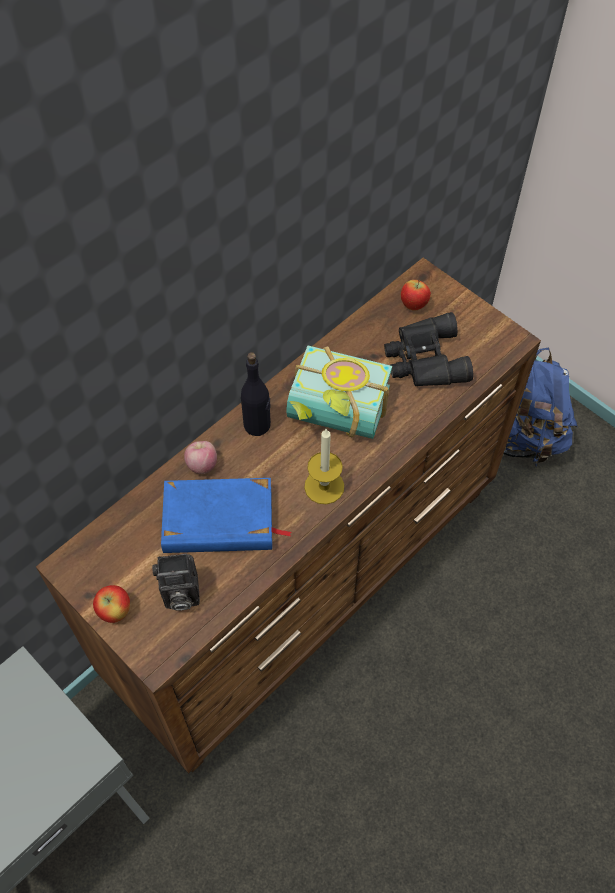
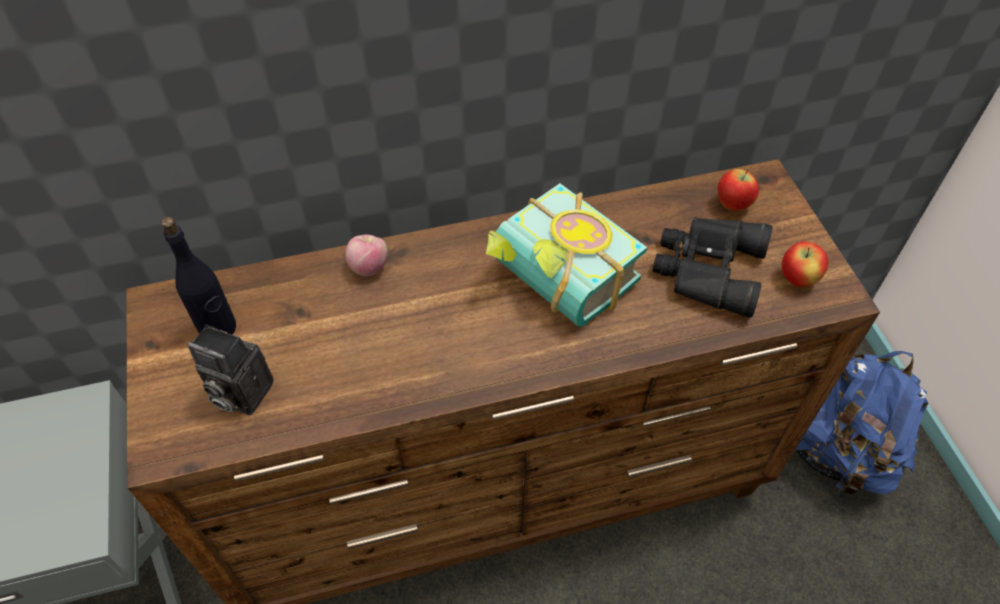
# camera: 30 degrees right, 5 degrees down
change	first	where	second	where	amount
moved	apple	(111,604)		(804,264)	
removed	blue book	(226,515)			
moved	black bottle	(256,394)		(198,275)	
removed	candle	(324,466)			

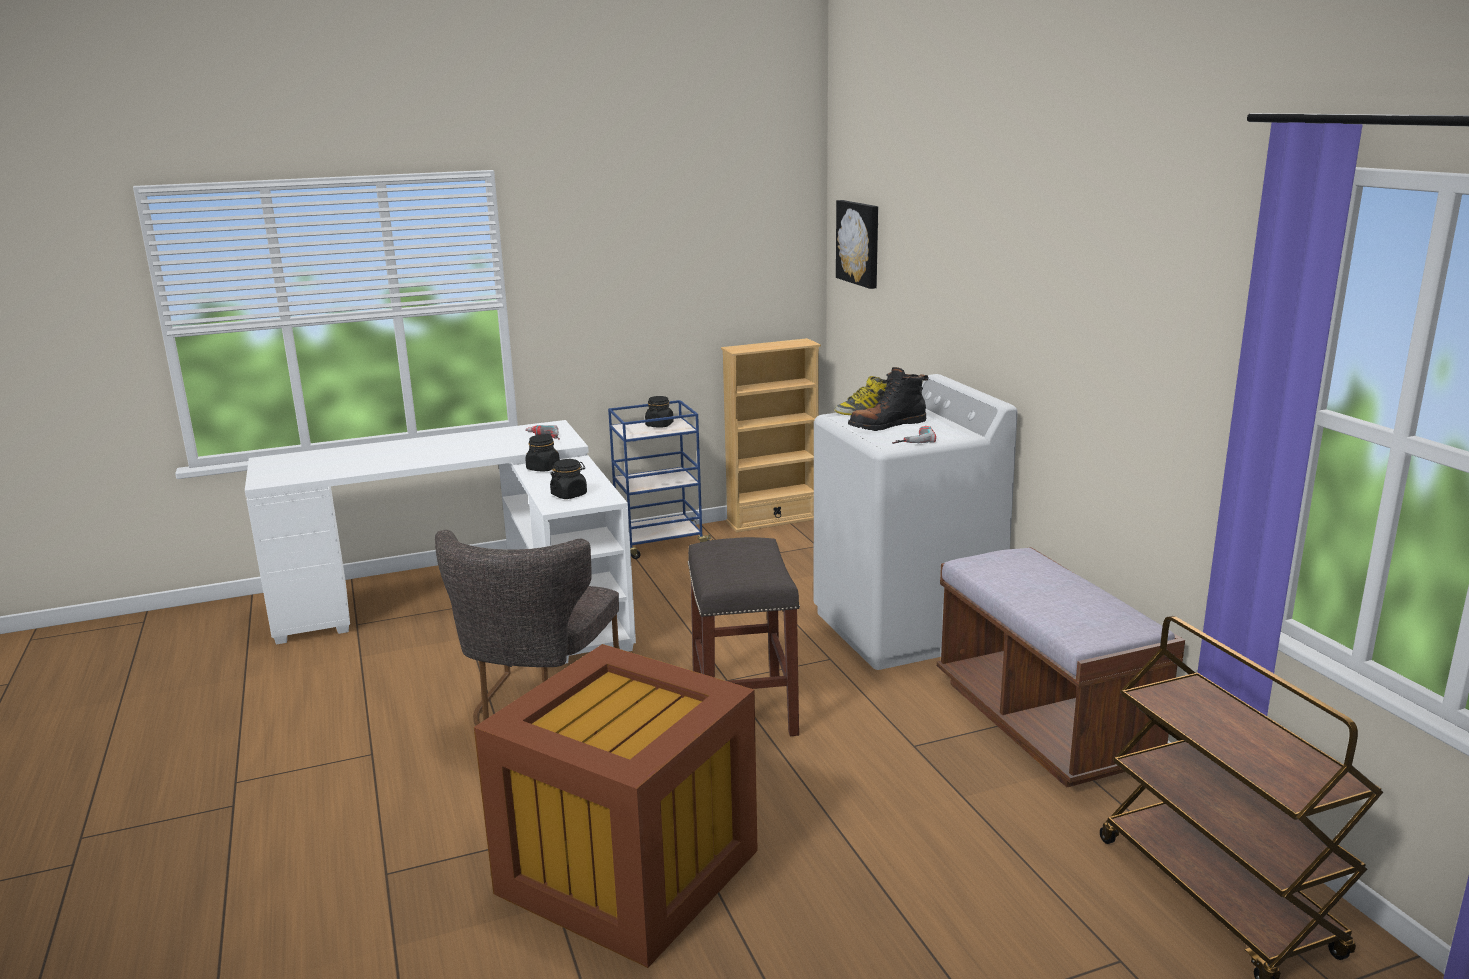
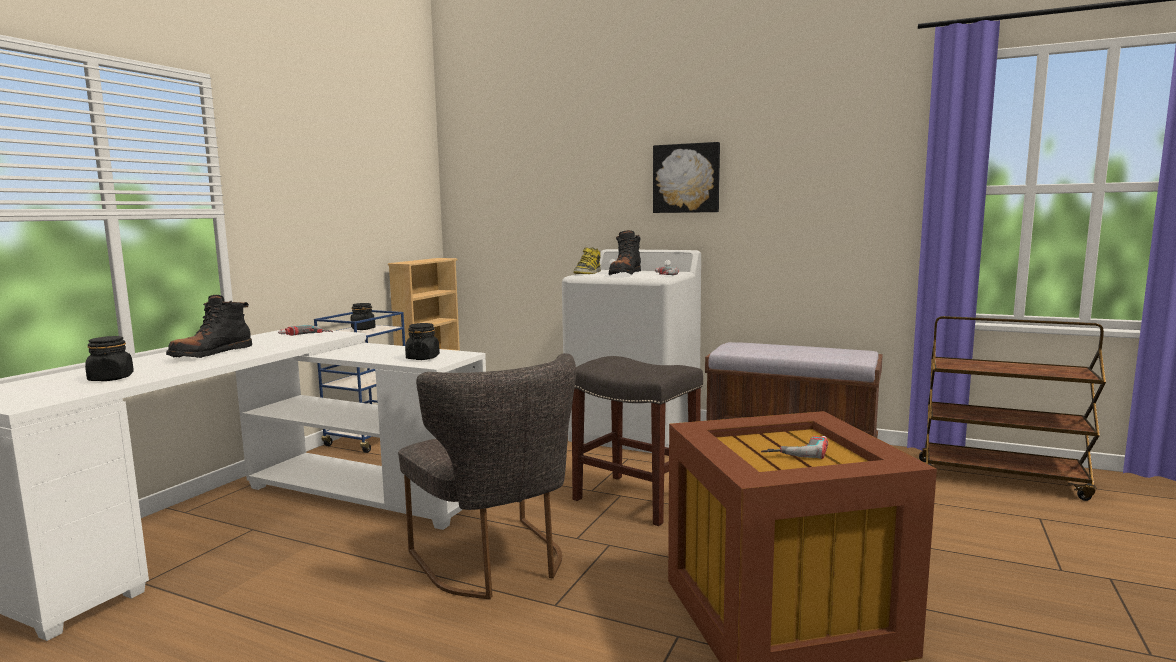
# camera: 45 degrees left, 10 degrees down
change	first	where	second	where	amount
moved	black jar	(542,452)		(109,358)	
moved	picture	(857,244)		(686,177)	
added			black boot	(209,326)	
added			power drill	(794,447)	

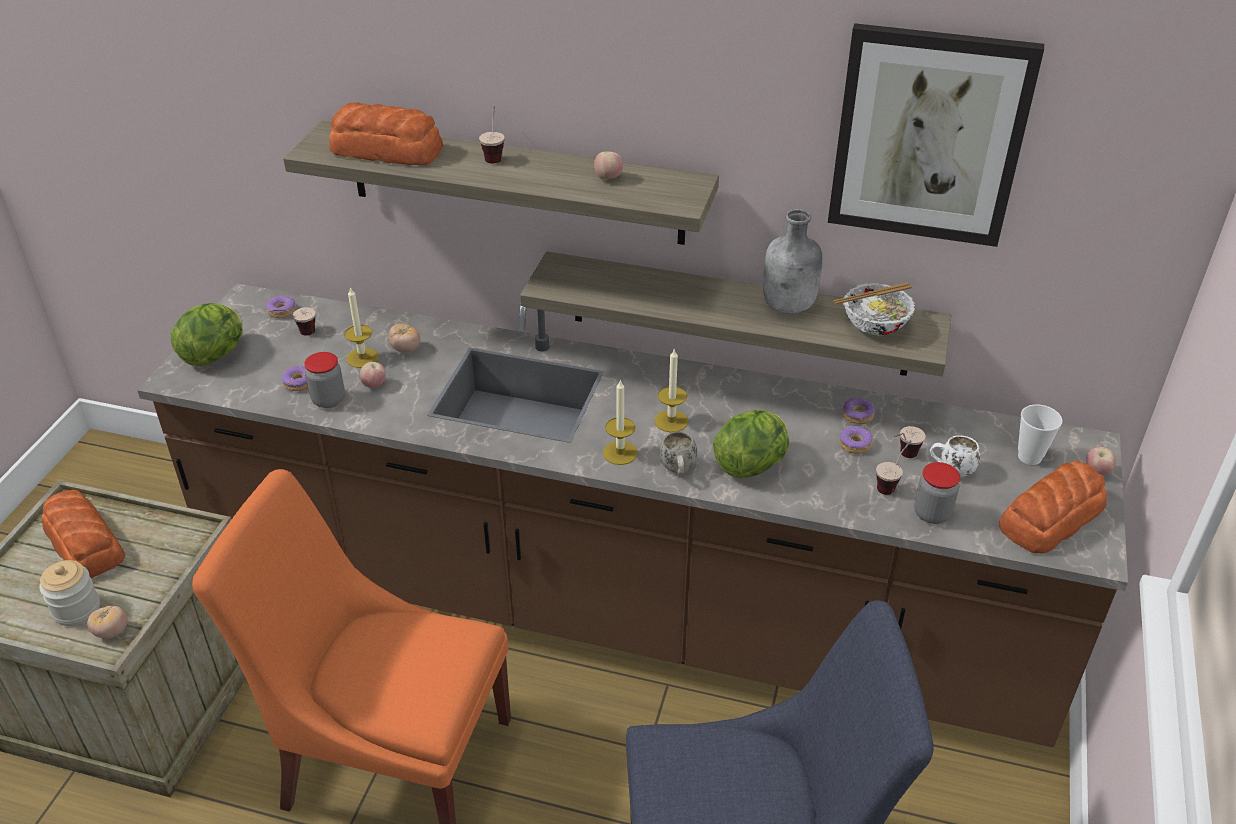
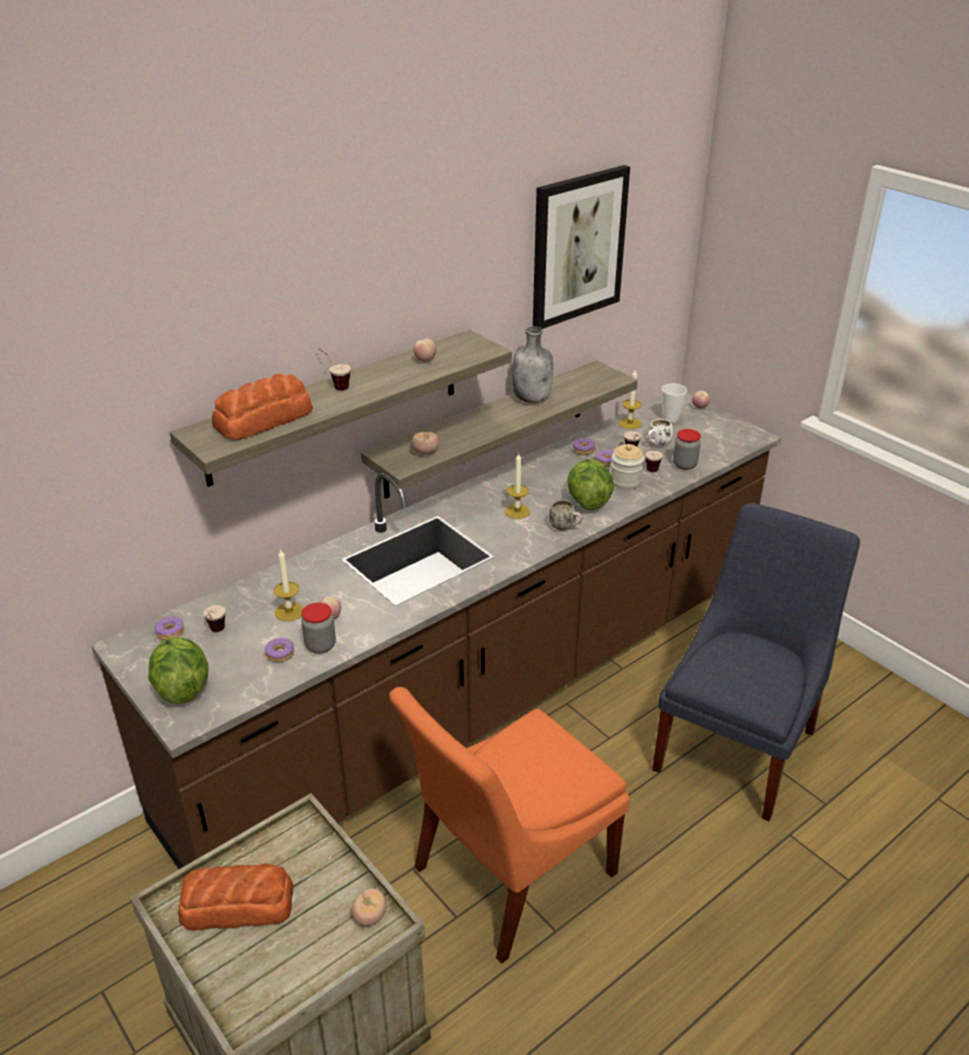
# camera: 55 degrees left, 5 degrees down
change	first	where	second	where	amount
moved	jar	(69,593)		(627,467)	
moved	tomato	(404,338)		(425,443)	
moved	candle	(620,422)		(630,399)	
removed	bowl	(874,309)			
removed	bread	(1053,507)			

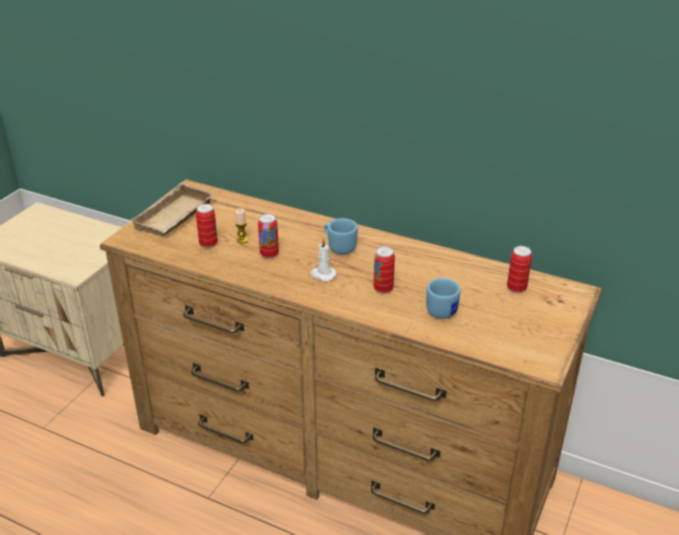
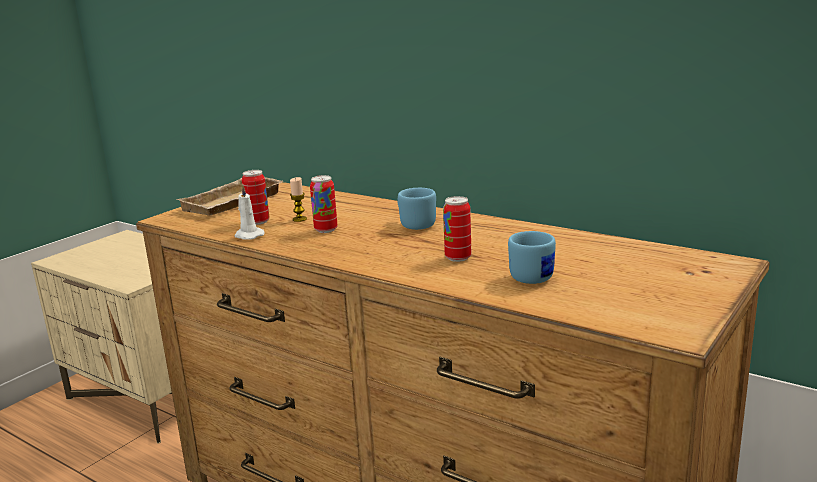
# camera: 10 degrees right, 15 degrees down
change	first	where	second	where	amount
moved	white candle	(324,259)		(249,212)	
removed	can	(519,269)			

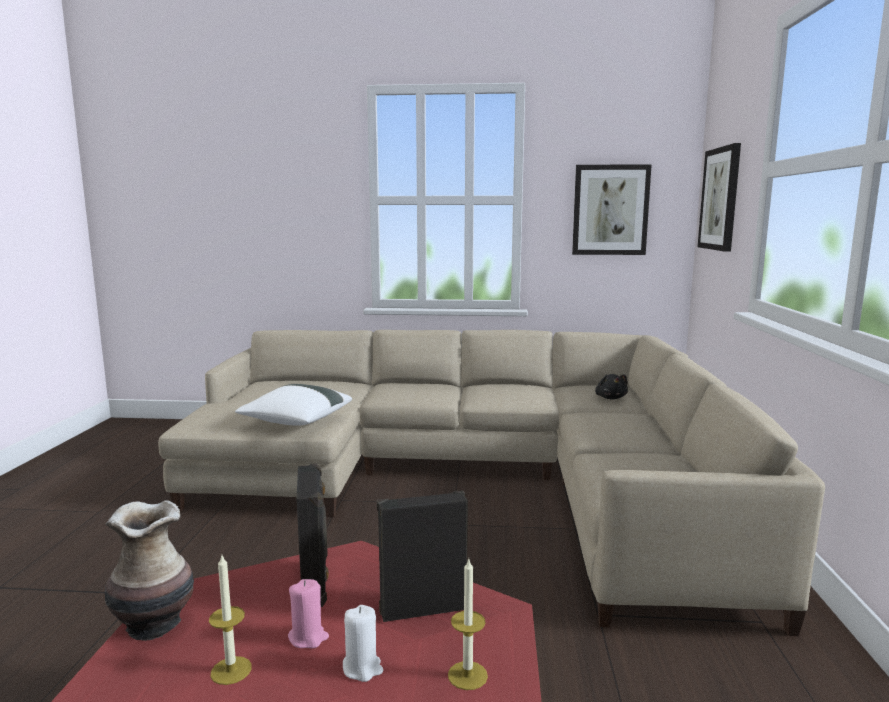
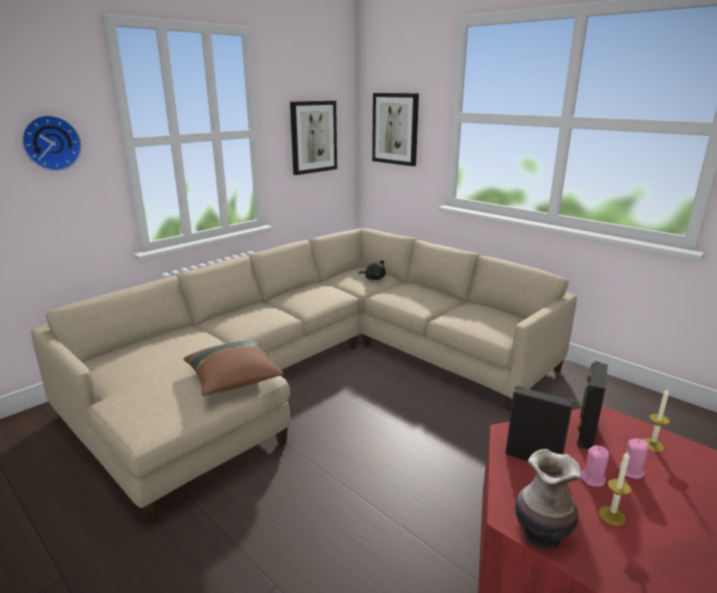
# camera: 50 degrees left, 10 degrees up
change	first	where	second	where	amount
recoloured	white pillow	(293,405)	brown pillow	(233,368)	
recoloured	white candle	(363,643)	pink candle	(633,458)	
added			wall clock	(52,143)	

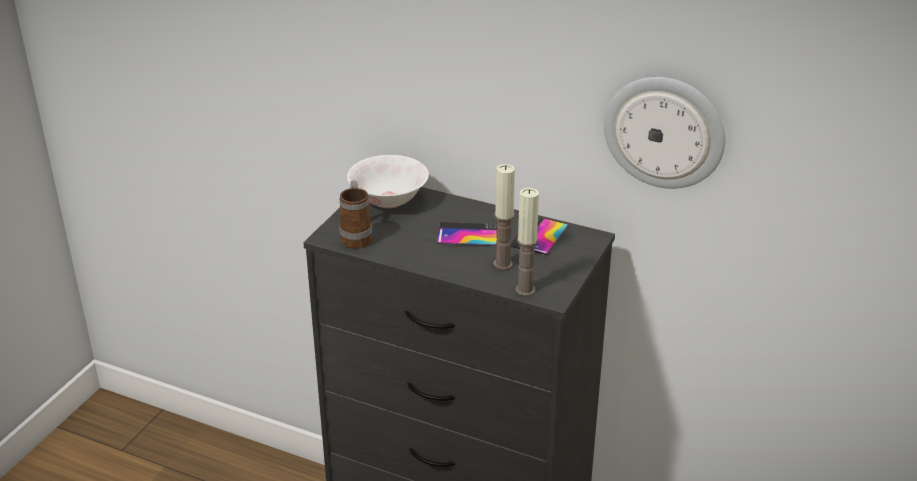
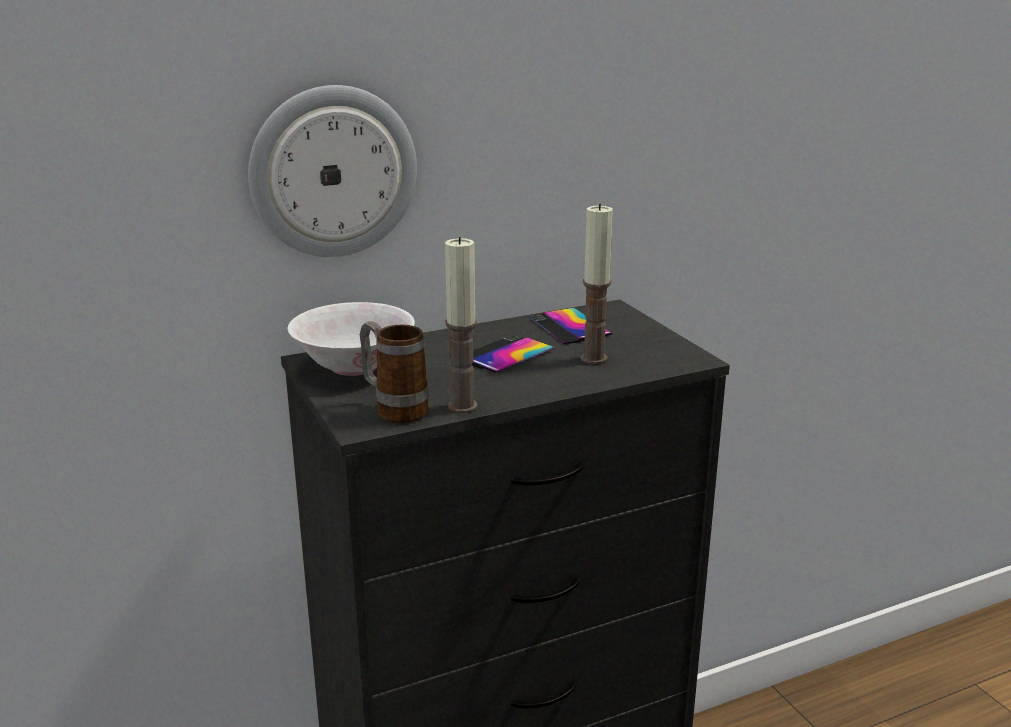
# camera: 50 degrees left, 10 degrees down
change	first	where	second	where	amount
moved	candle	(527,242)		(461,325)	
moved	wall clock	(664,133)		(332,171)	

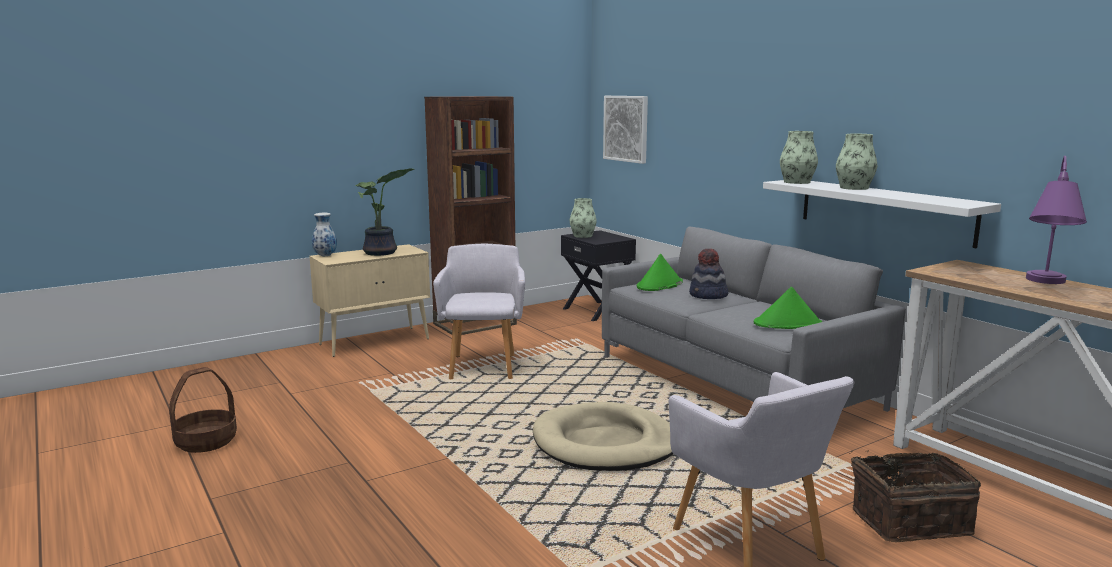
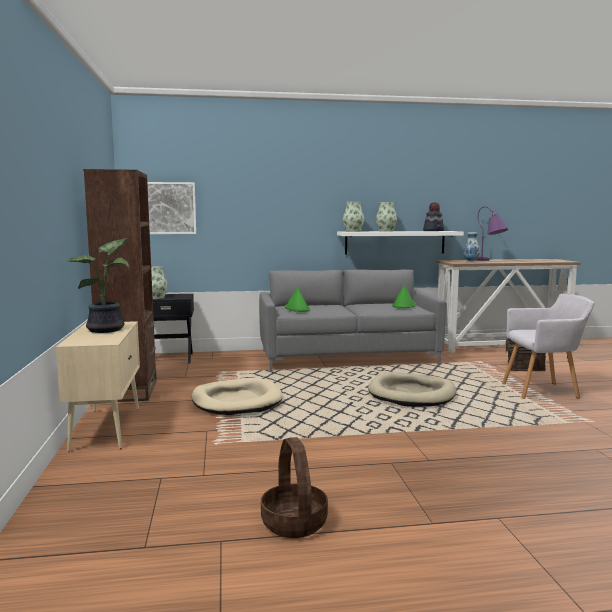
# camera: 65 degrees left, 5 degrees down
change	first	where	second	where	amount
moved	vase	(324,234)		(471,247)	
replaced	grey armchair	(479,311)	beige dog bed	(237,396)	
moved	hat	(708,274)		(433,216)	

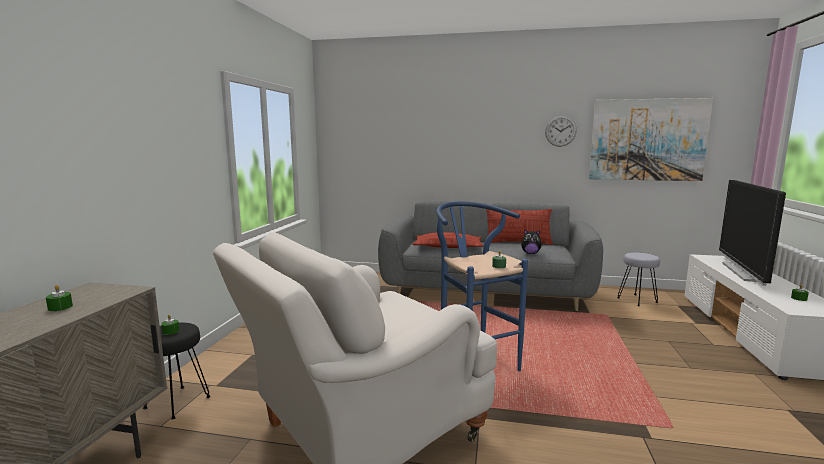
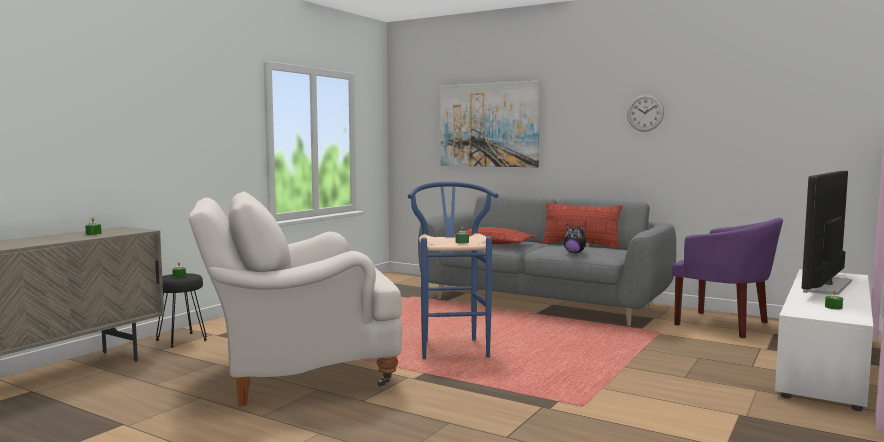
# camera: 20 degrees right, 5 degrees down
change	first	where	second	where	amount
moved	picture	(651,139)		(490,124)	
replaced	grey stool	(638,279)	purple armchair	(727,278)	

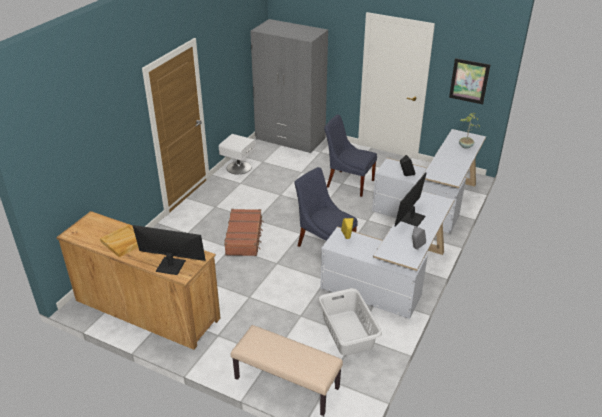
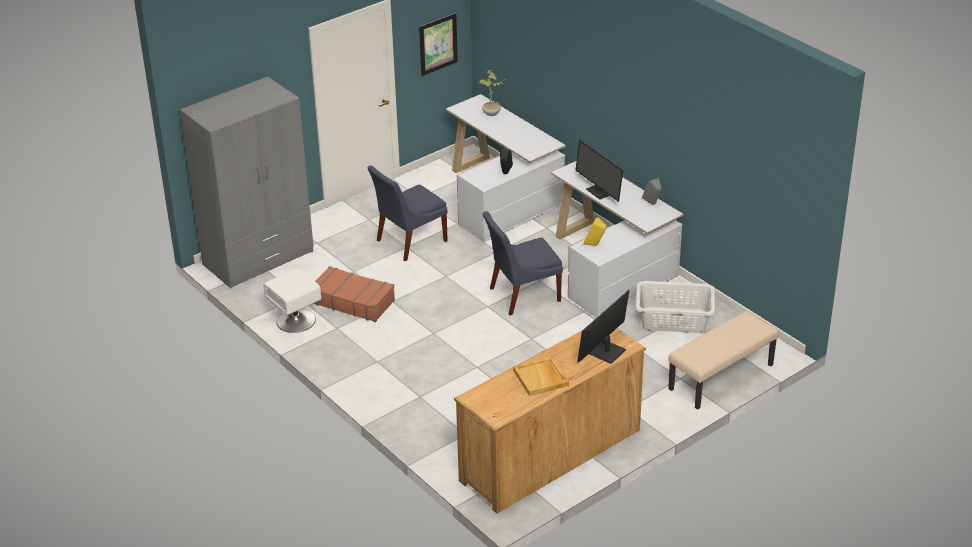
# camera: 65 degrees left, 0 degrees up
change	first	where	second	where	amount
moved	brown suitcase	(244,232)		(354,294)	

